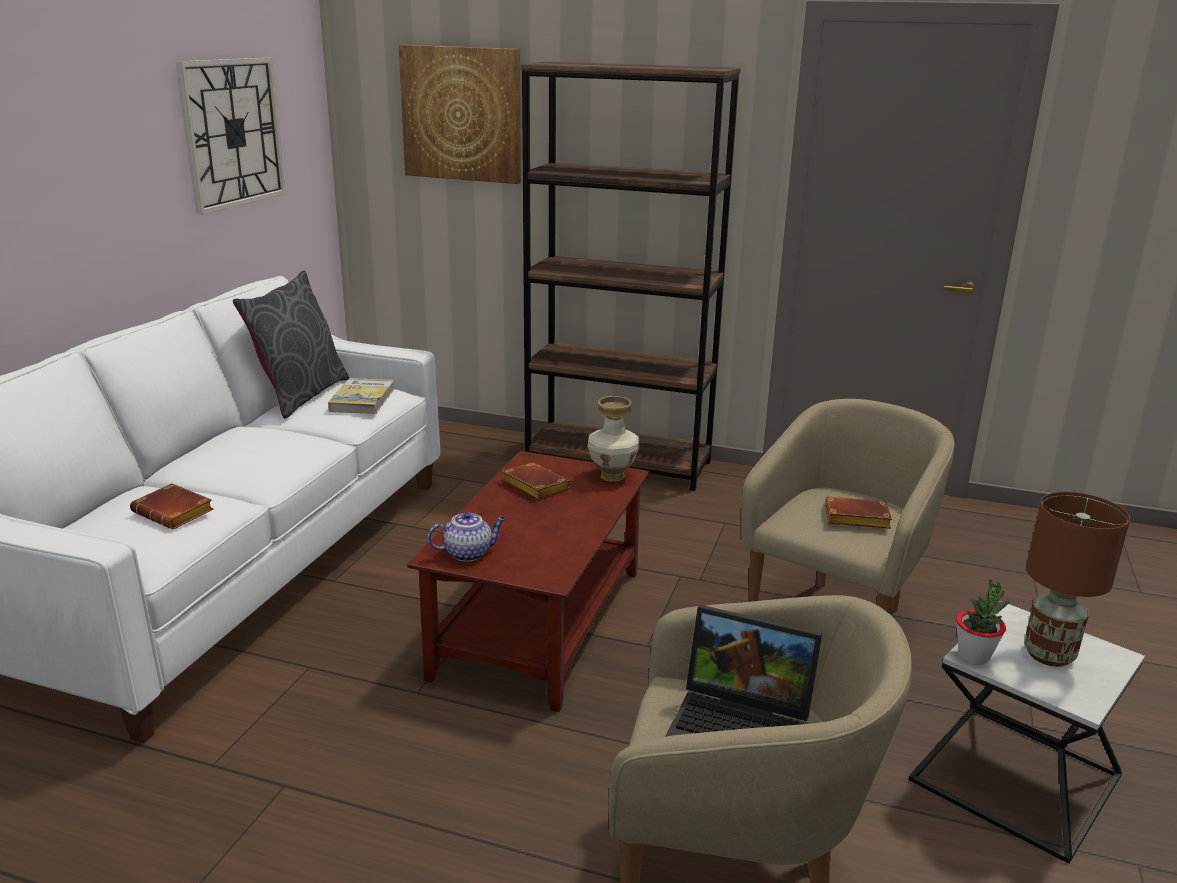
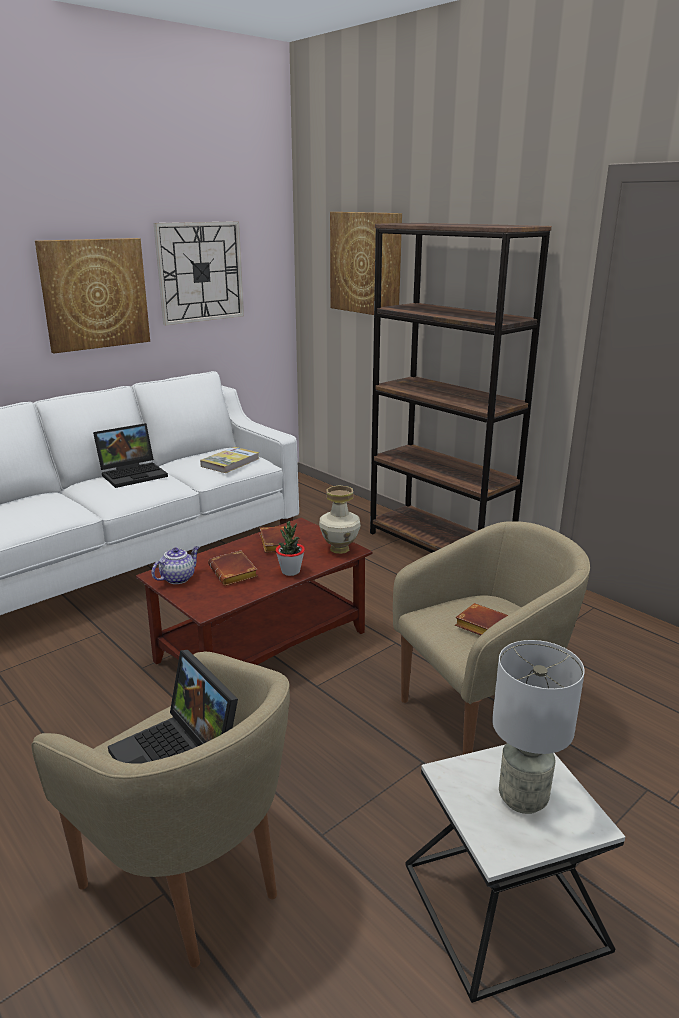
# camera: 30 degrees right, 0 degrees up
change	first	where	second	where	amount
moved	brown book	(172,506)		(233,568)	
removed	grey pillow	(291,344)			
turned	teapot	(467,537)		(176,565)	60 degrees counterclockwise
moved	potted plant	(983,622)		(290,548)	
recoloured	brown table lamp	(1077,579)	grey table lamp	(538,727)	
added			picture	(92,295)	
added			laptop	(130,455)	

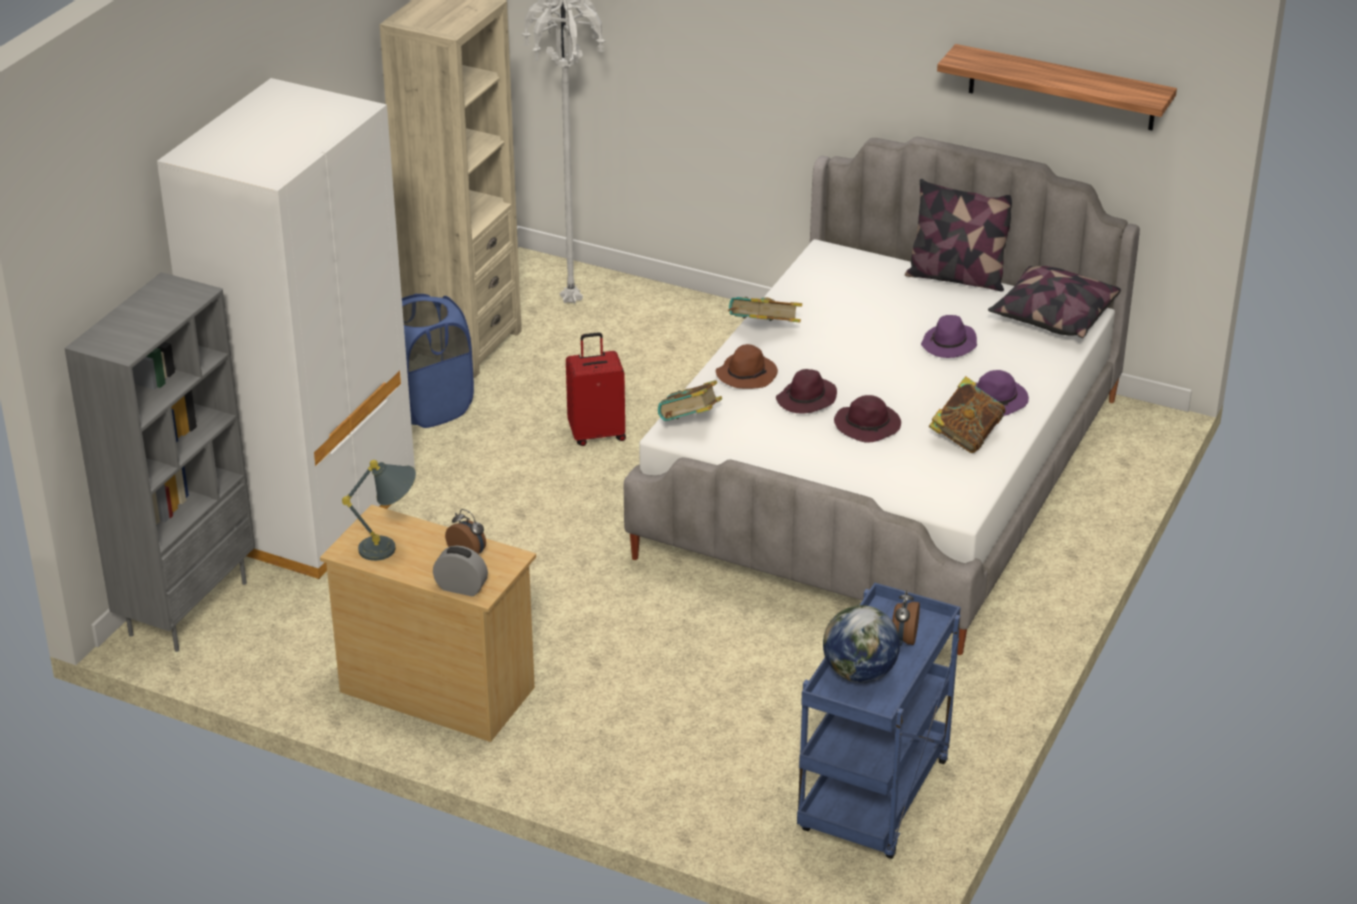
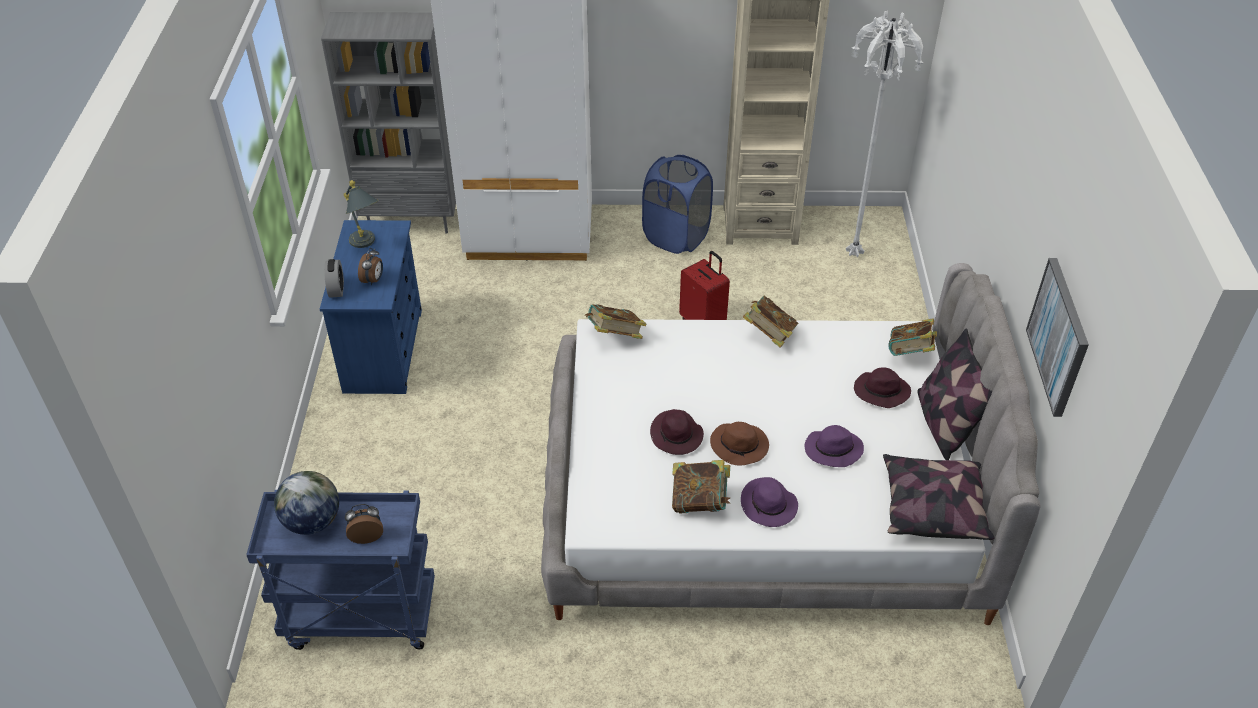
# camera: 65 degrees right, 10 degrees up
change	first	where	second	where	amount
recoloured	beige dresser	(428,623)	blue dresser	(371,307)	
moved	brown hat	(747,366)		(739,444)	
moved	purple hat	(806,391)		(882,387)	
replaced	shelf	(1057,87)	picture	(1057,337)	
added			book	(912,337)	

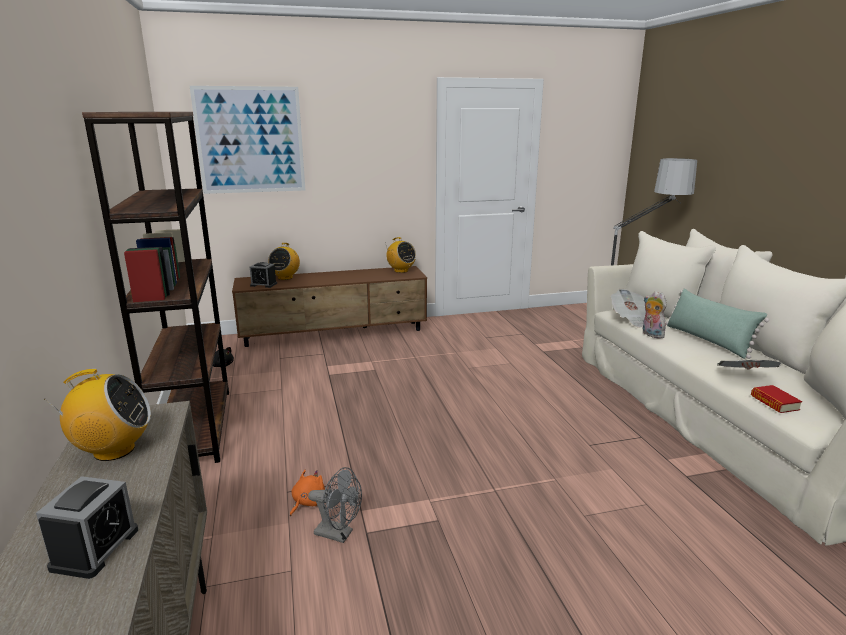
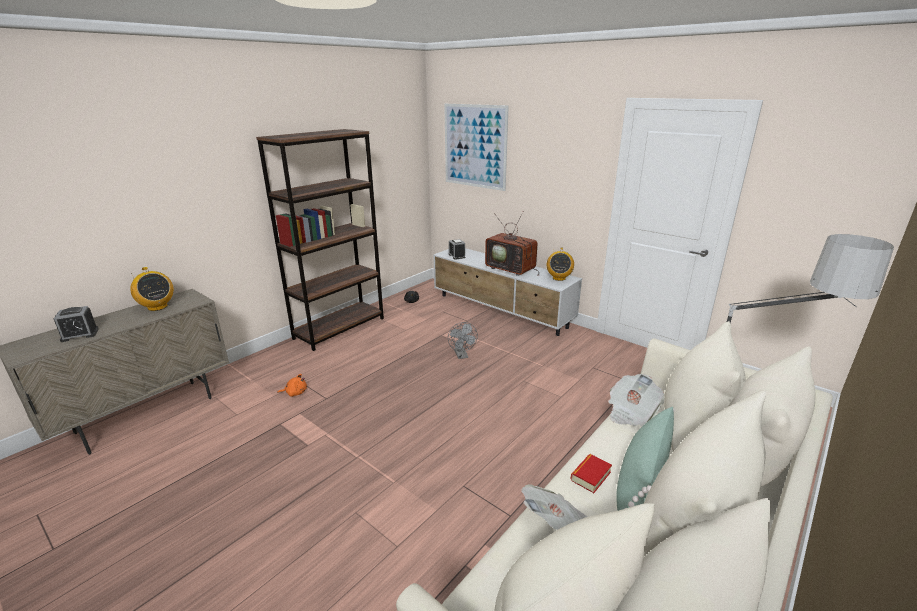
# camera: 55 degrees right, 5 degrees up
change	first	where	second	where	amount
recoloured	brown tv stand	(329,306)	white tv stand	(507,292)	
removed	radio	(284,261)			
moved	grey fan	(335,505)		(463,340)	
removed	plush toy	(655,314)			
moved	book	(776,399)		(591,473)	
added			television	(512,244)	

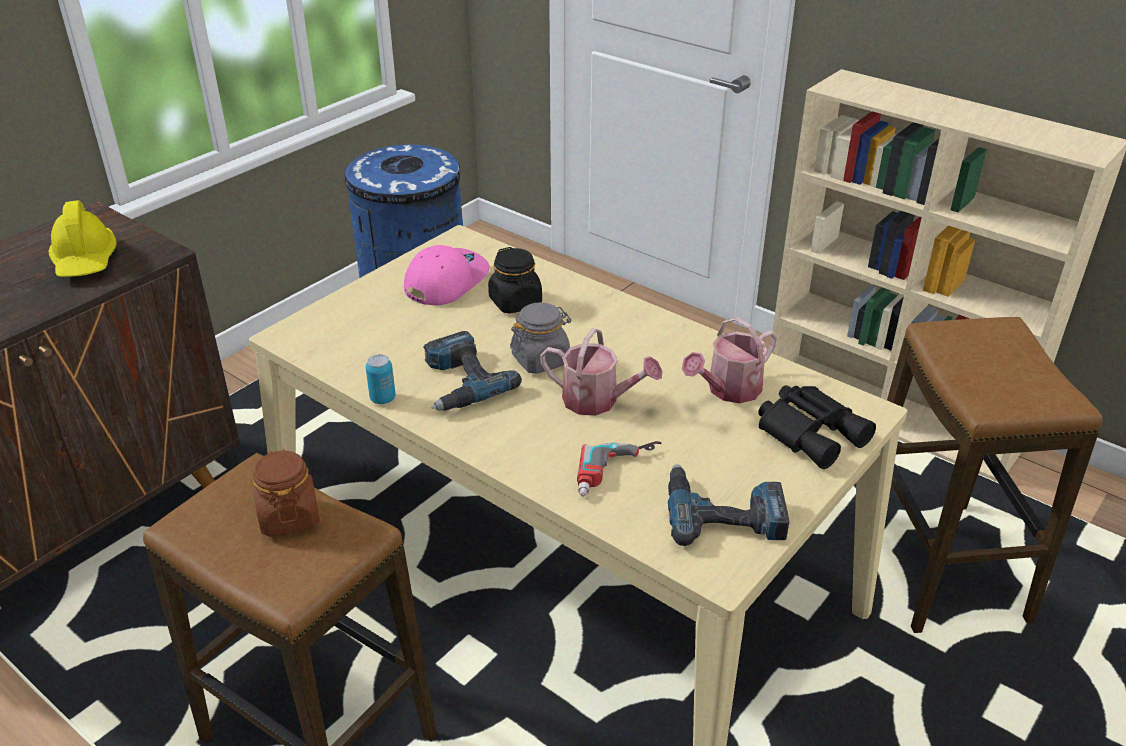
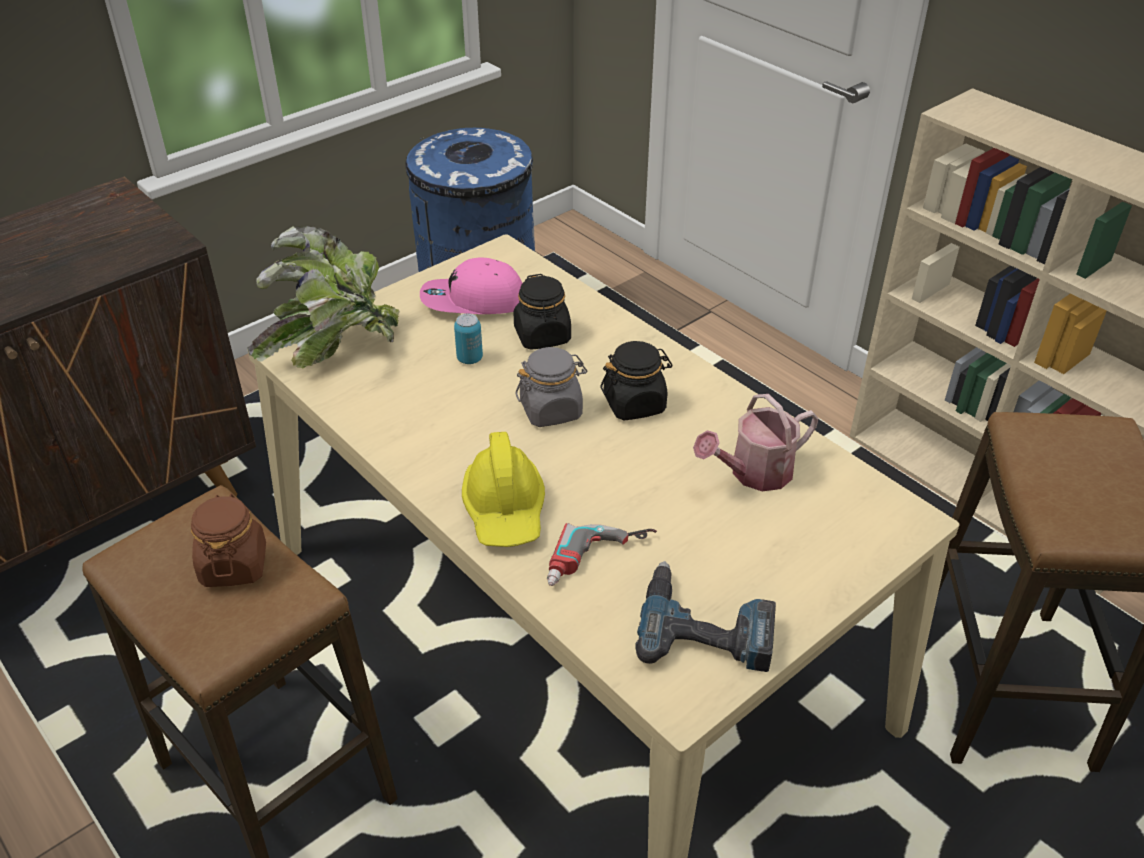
# camera: 10 degrees right, 5 degrees up
change	first	where	second	where	amount
moved	yellow hard hat	(82,238)		(503,489)	
moved	can	(380,379)		(468,339)	
turned	pink cap	(447,275)		(471,286)	135 degrees counterclockwise
removed	power drill	(472,371)			
removed	watering can	(601,372)			
removed	black binoculars	(817,427)			
added			potted plant	(323,296)	
added			black jar	(636,381)	

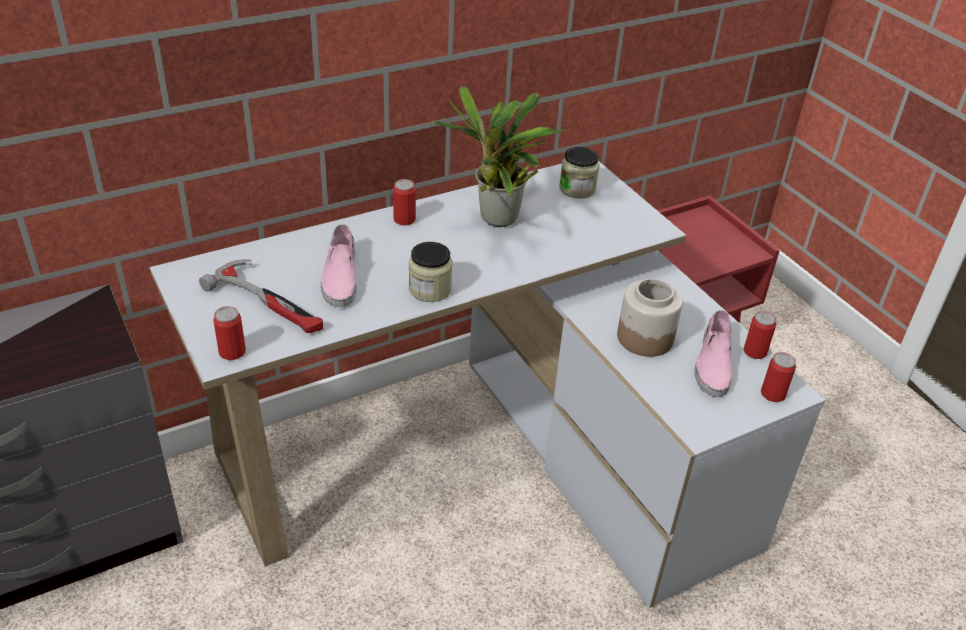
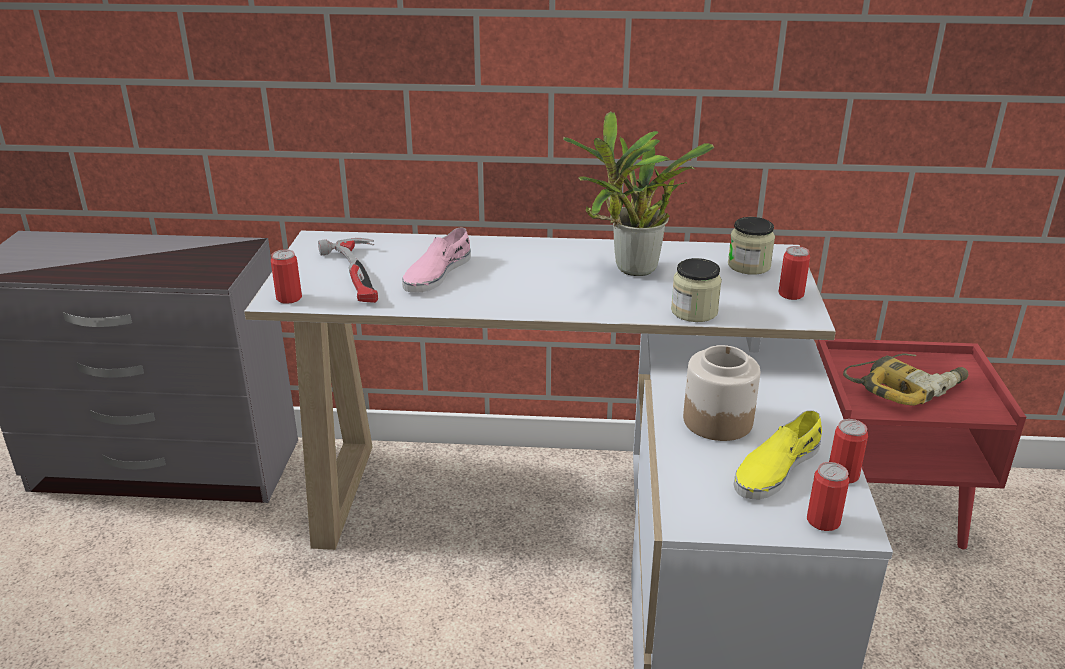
# camera: 35 degrees right, 10 degrees down
change	first	where	second	where	amount
moved	can	(404,202)		(794,273)	
moved	jar	(431,272)		(696,290)	
recoloured	pink shoe	(714,353)	yellow shoe	(777,454)	
added			power drill	(905,380)	

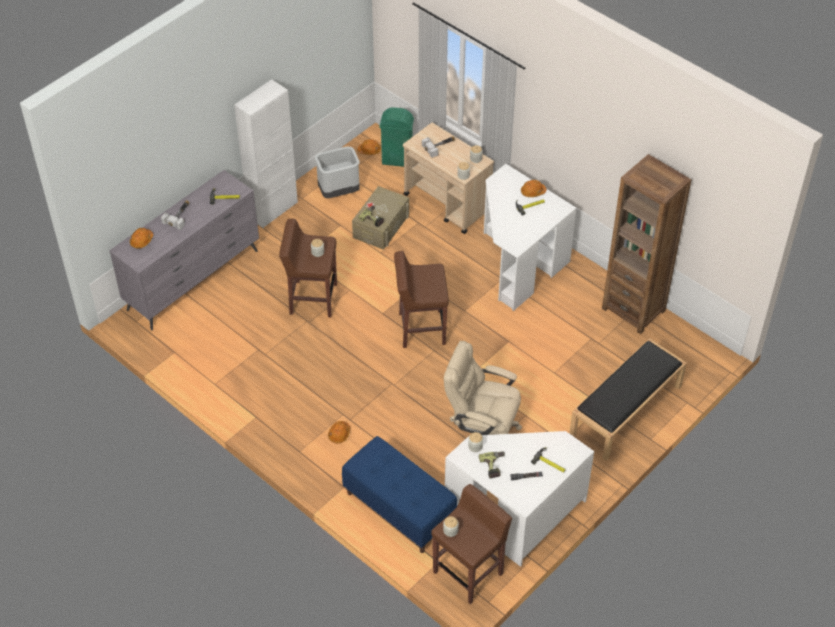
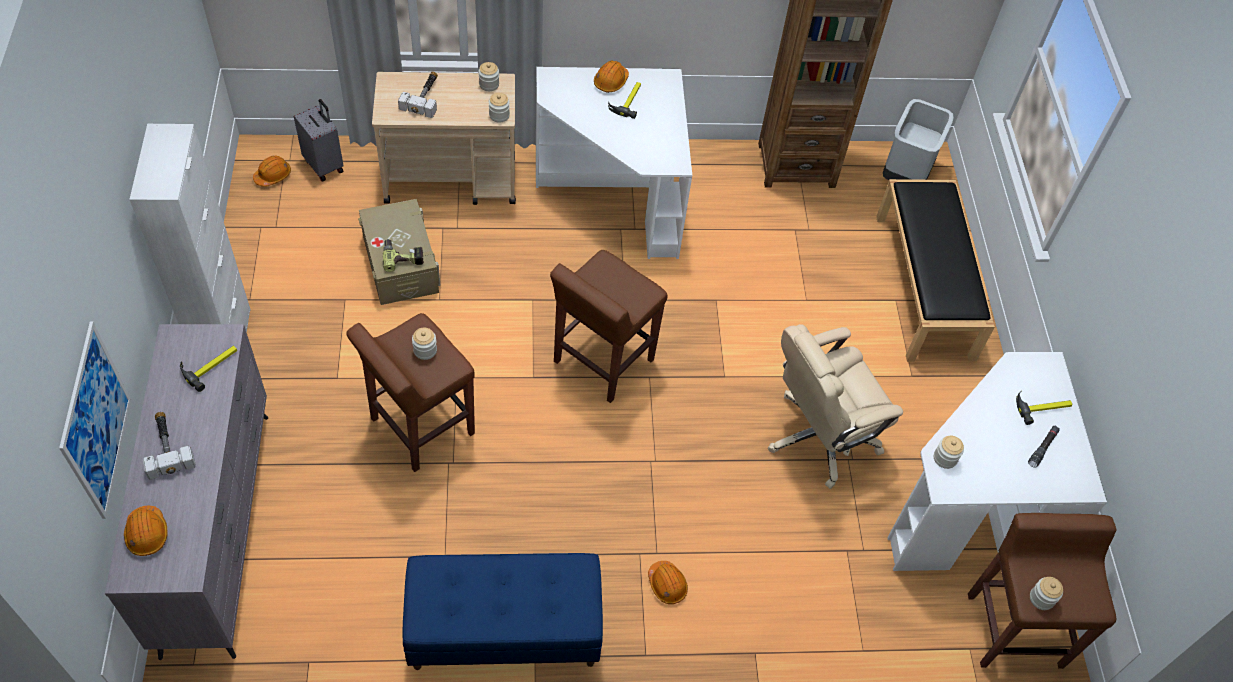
# camera: 50 degrees left, 5 degrees up
change	first	where	second	where	amount
moved	grey trash can	(337,172)		(918,139)	
moved	blue bench	(399,494)		(503,611)	
replaced	green trash can	(396,137)	grey suitcase	(319,140)	
removed	power drill	(492,464)			
added			picture	(95,420)	

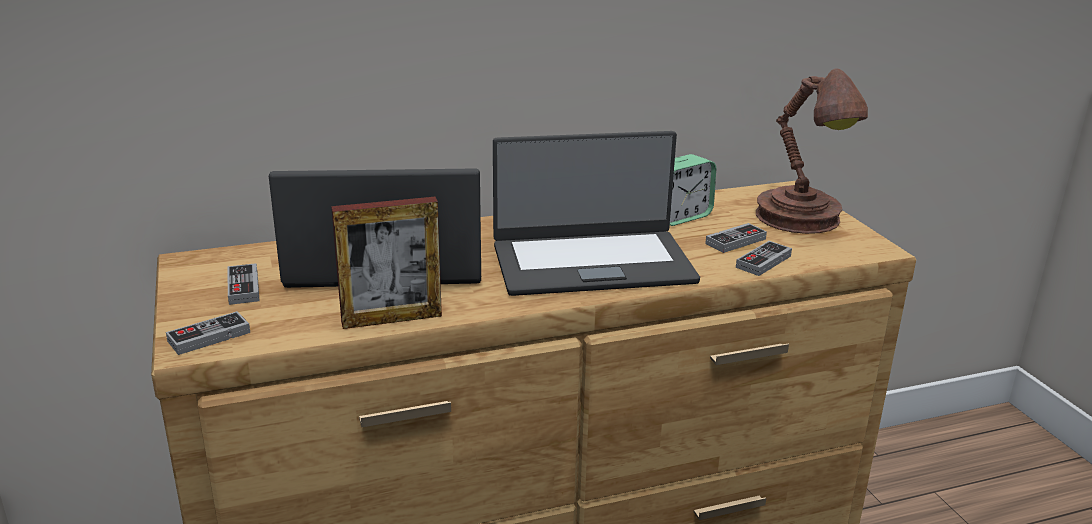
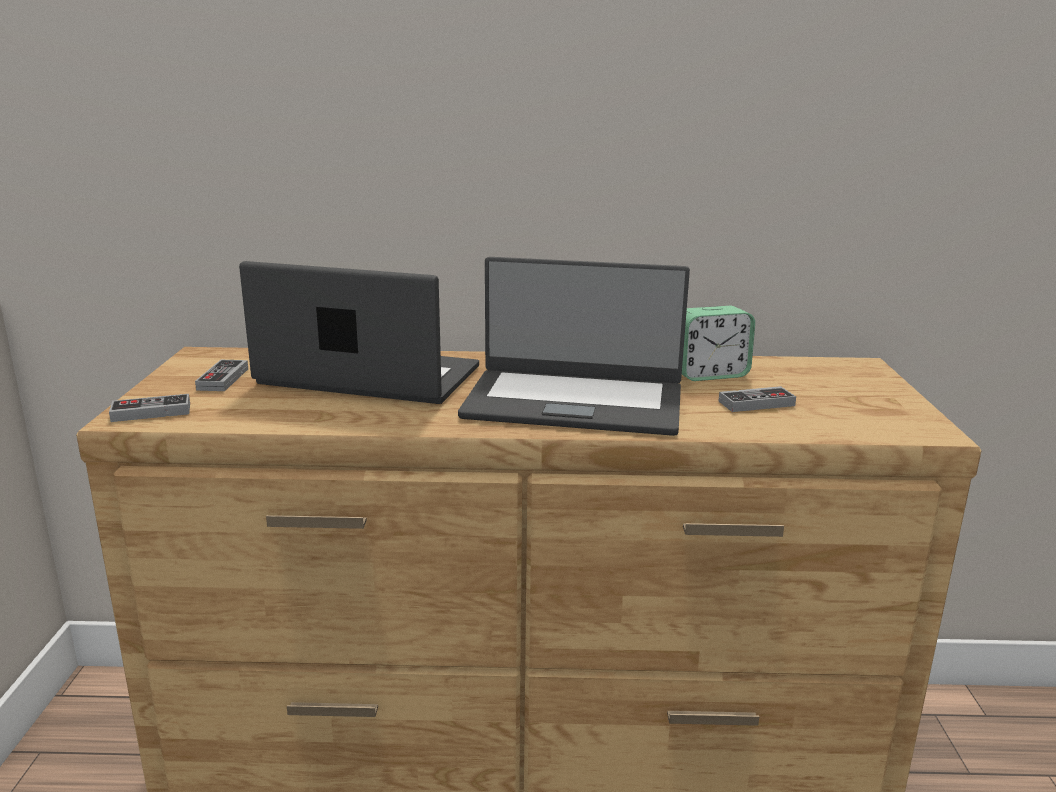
# camera: 20 degrees right, 5 degrees down
change	first	where	second	where	amount
removed	picture frame	(386,263)			
removed	game controller	(764,258)			
removed	brown table lamp	(812,151)			

